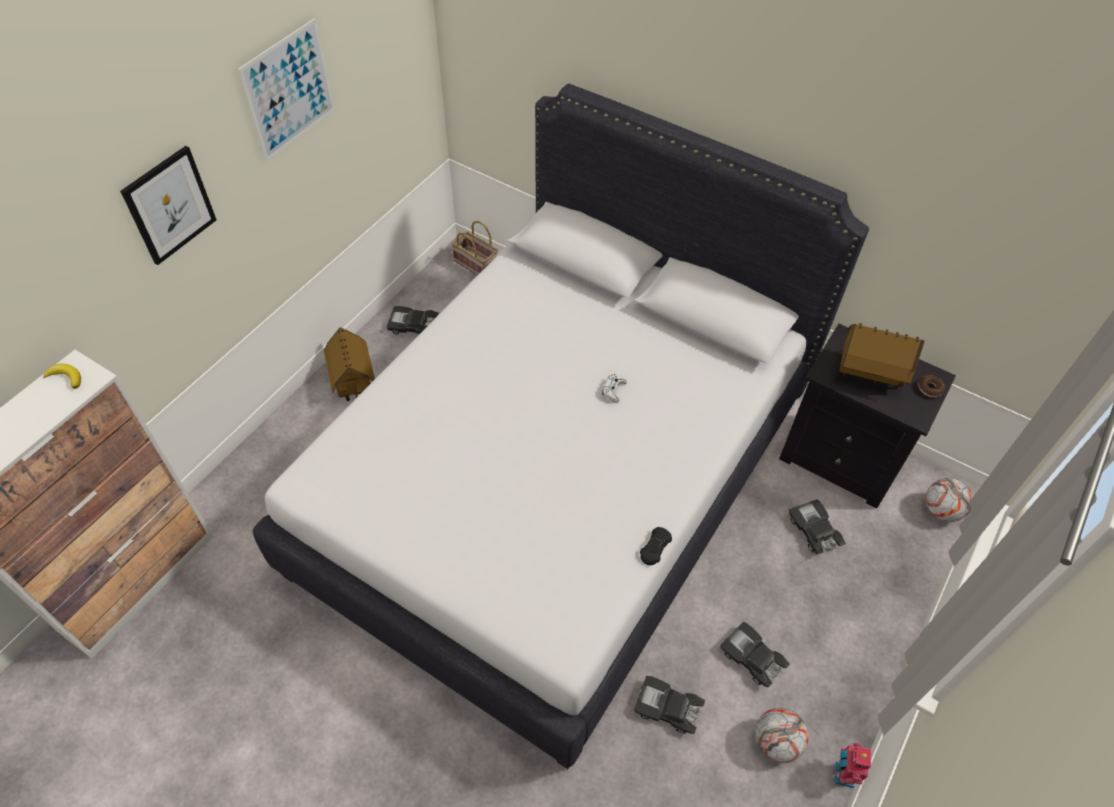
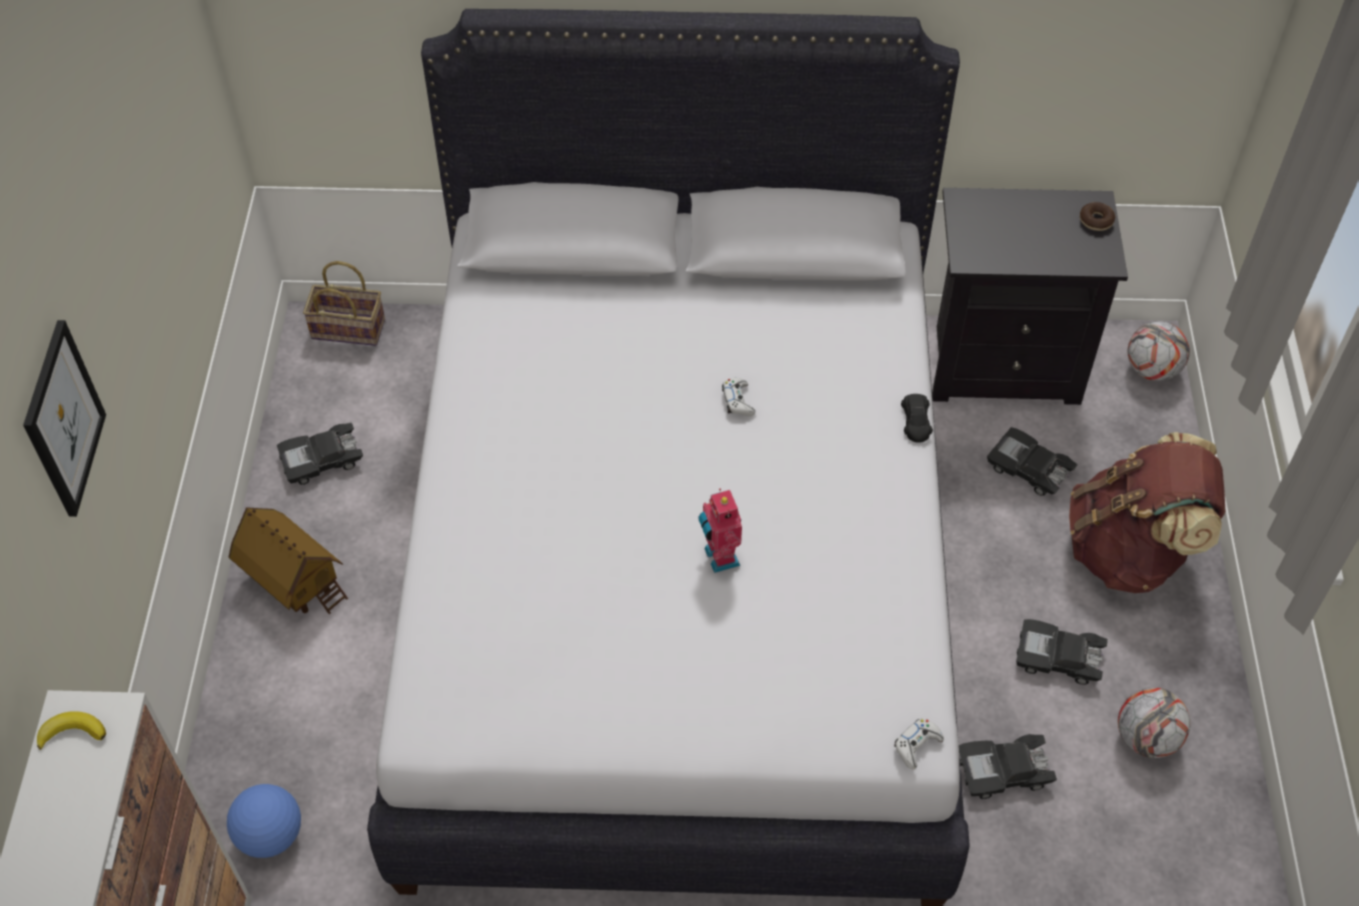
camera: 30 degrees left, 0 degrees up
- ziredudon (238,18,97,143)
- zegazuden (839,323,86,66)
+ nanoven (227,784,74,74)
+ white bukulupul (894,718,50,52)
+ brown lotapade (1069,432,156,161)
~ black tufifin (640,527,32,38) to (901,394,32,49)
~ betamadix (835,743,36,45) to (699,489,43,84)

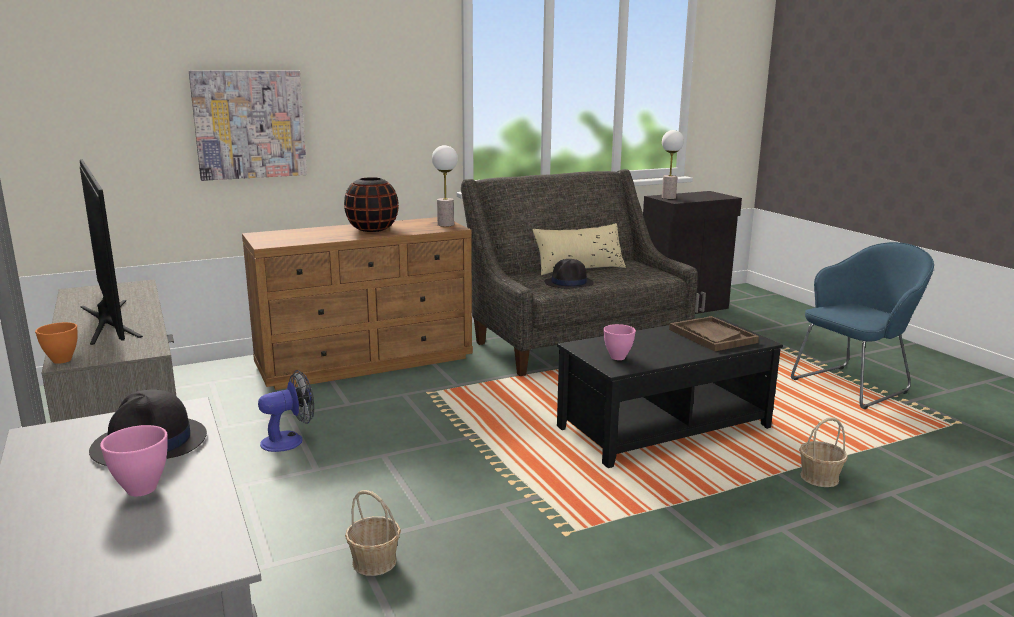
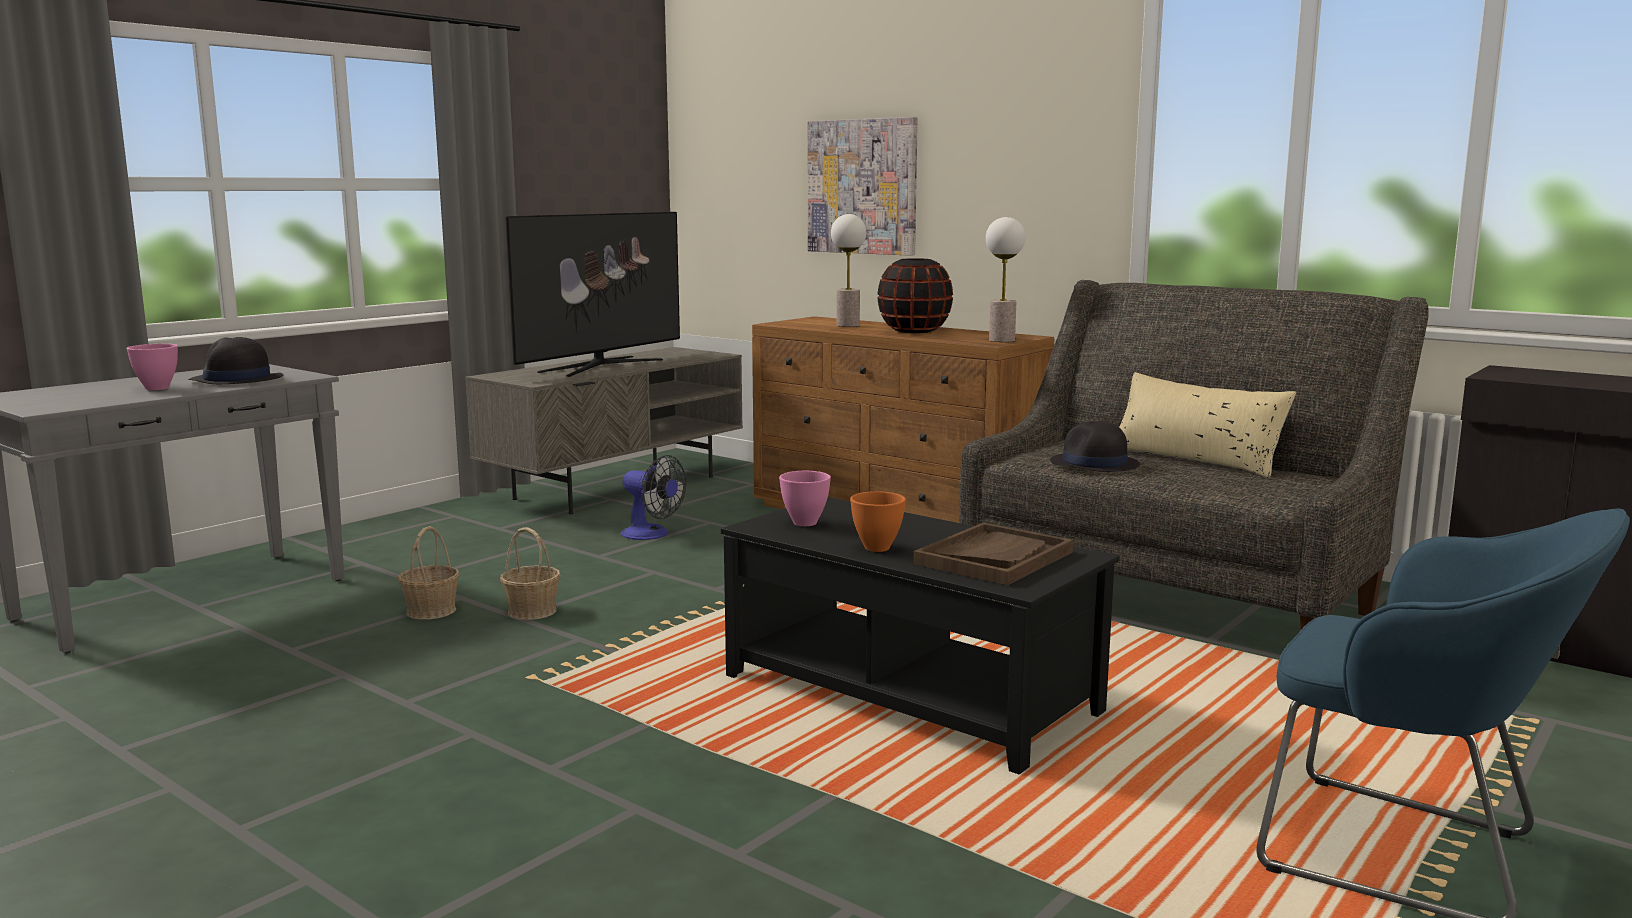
camera: 65 degrees right, 5 degrees down
~ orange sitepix (35,322,43,42) to (850,491,56,61)
~ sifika (662,130,22,69) to (831,214,35,113)
~ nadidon (799,417,49,70) to (500,527,61,93)

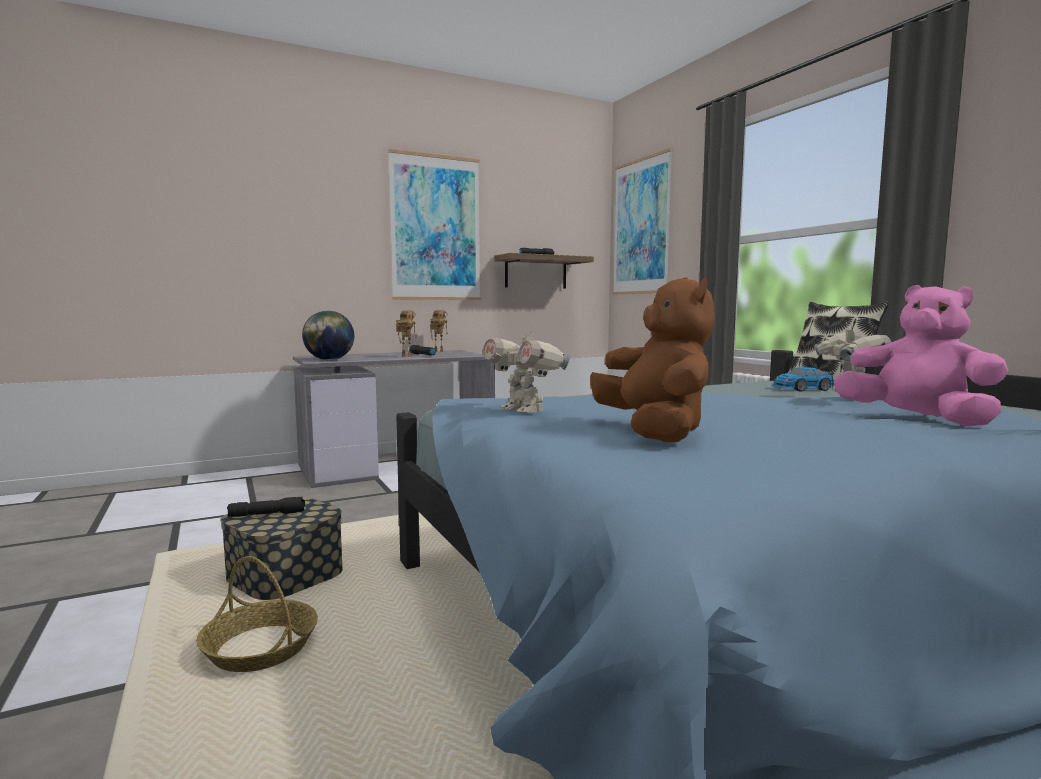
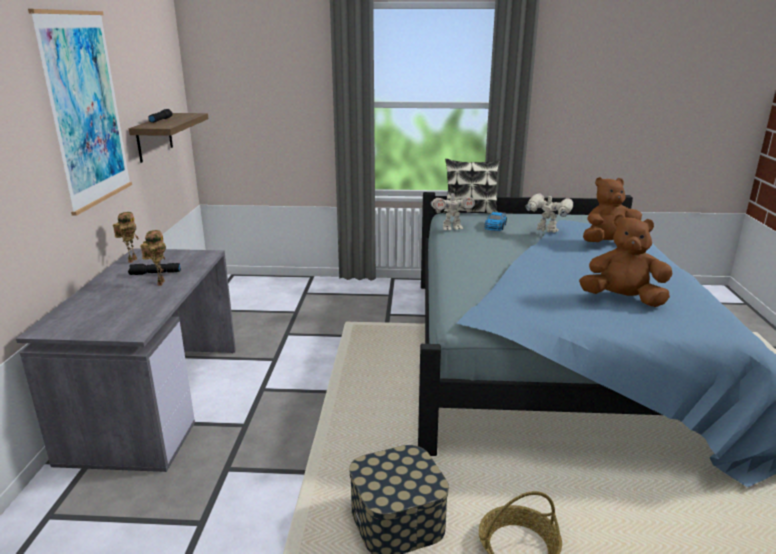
camera: 60 degrees left, 15 degrees up
- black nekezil (227,497,78,20)
- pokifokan (302,311,52,49)
- ziredudon (612,148,61,146)
~ betamadix (483,326,88,87) to (431,189,44,41)
~ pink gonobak (833,285,176,141) to brown gonobak (583,177,59,65)

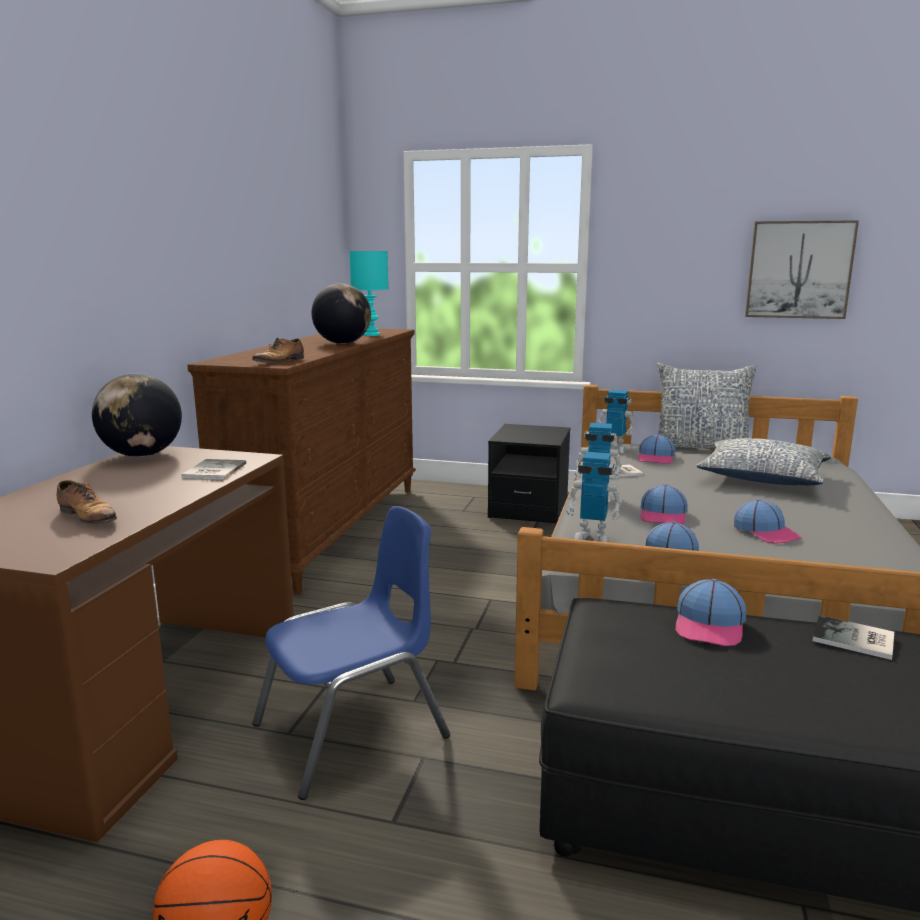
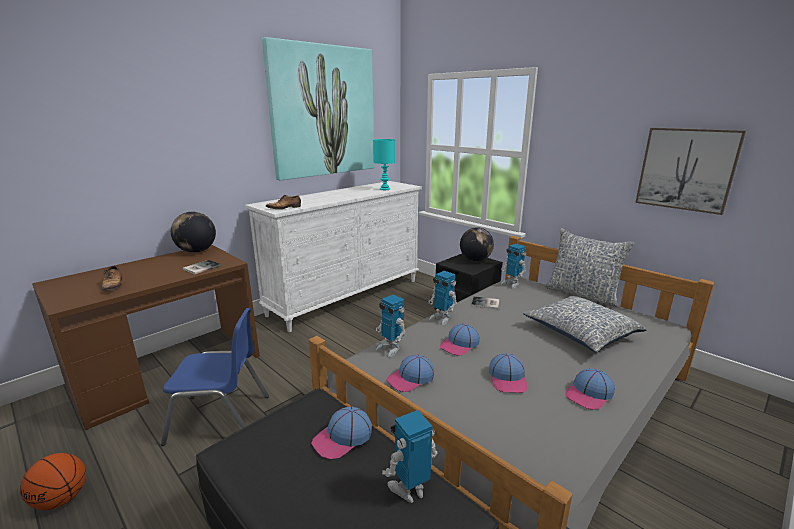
camera: 30 degrees right, 5 degrees up
+ ziredudon (262,37,112,143)
~ pokifokan (311,283,60,61) to (460,227,34,34)
~ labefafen (637,434,38,30) to (565,368,50,42)
~ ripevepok (812,615,82,45) to betamadix (382,410,56,93)
~ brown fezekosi (187,329,229,266) to white fezekosi (245,181,177,151)

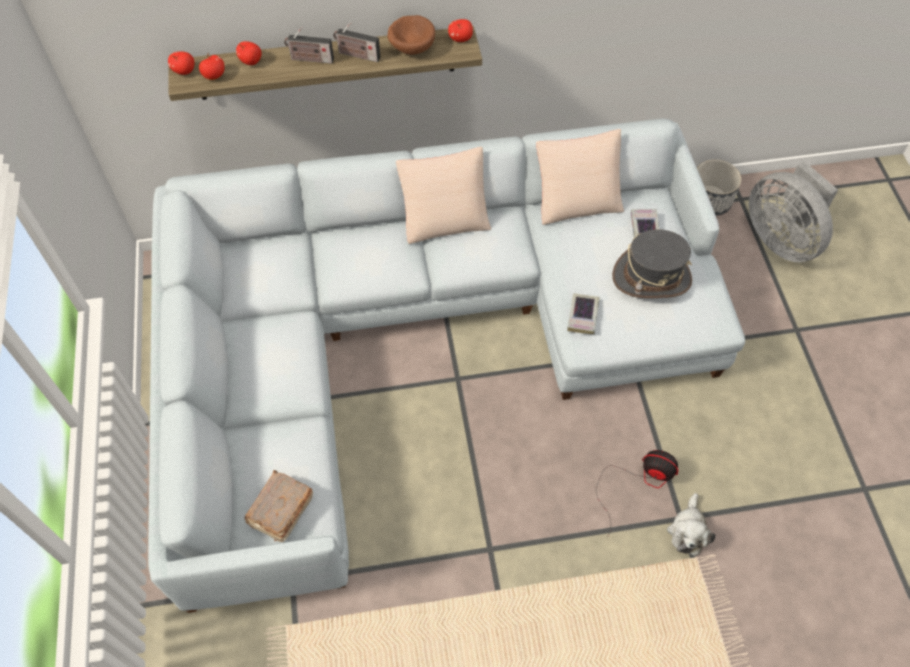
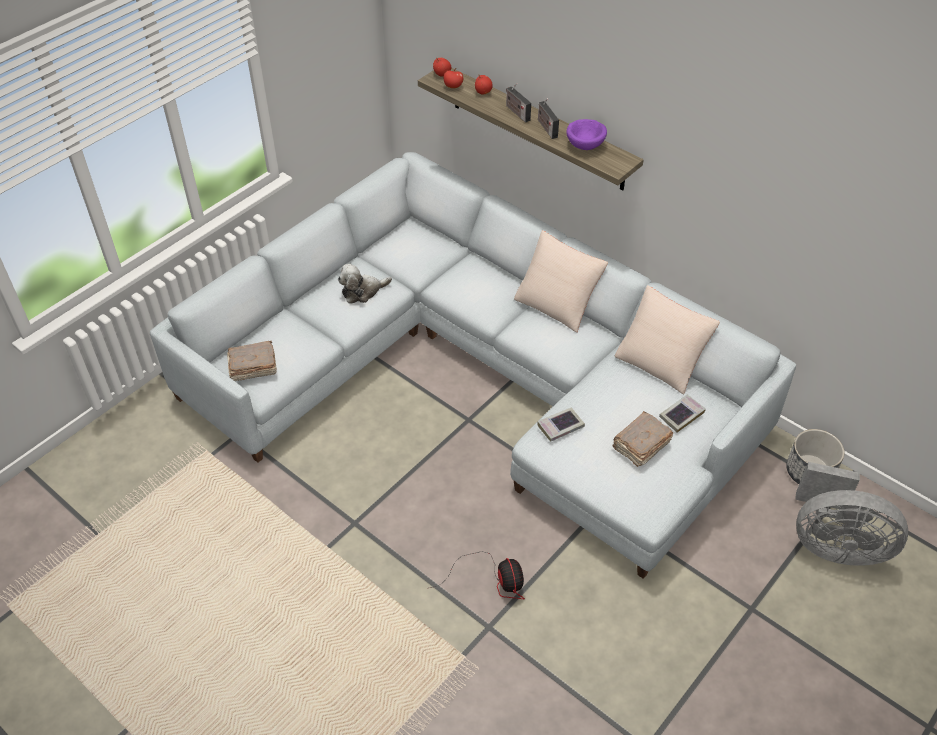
camera: 50 degrees right, 10 degrees down
- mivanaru (448,19,25,23)
~ gonobak (667,493,49,63) to (338,264,54,39)
~ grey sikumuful (612,229,80,69) to brown ripevepok (613,411,60,56)
~ brown sitepix (387,15,48,40) to purple sitepix (566,119,41,31)
~ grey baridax (749,161,89,101) = (795,462,113,104) 90 degrees counterclockwise

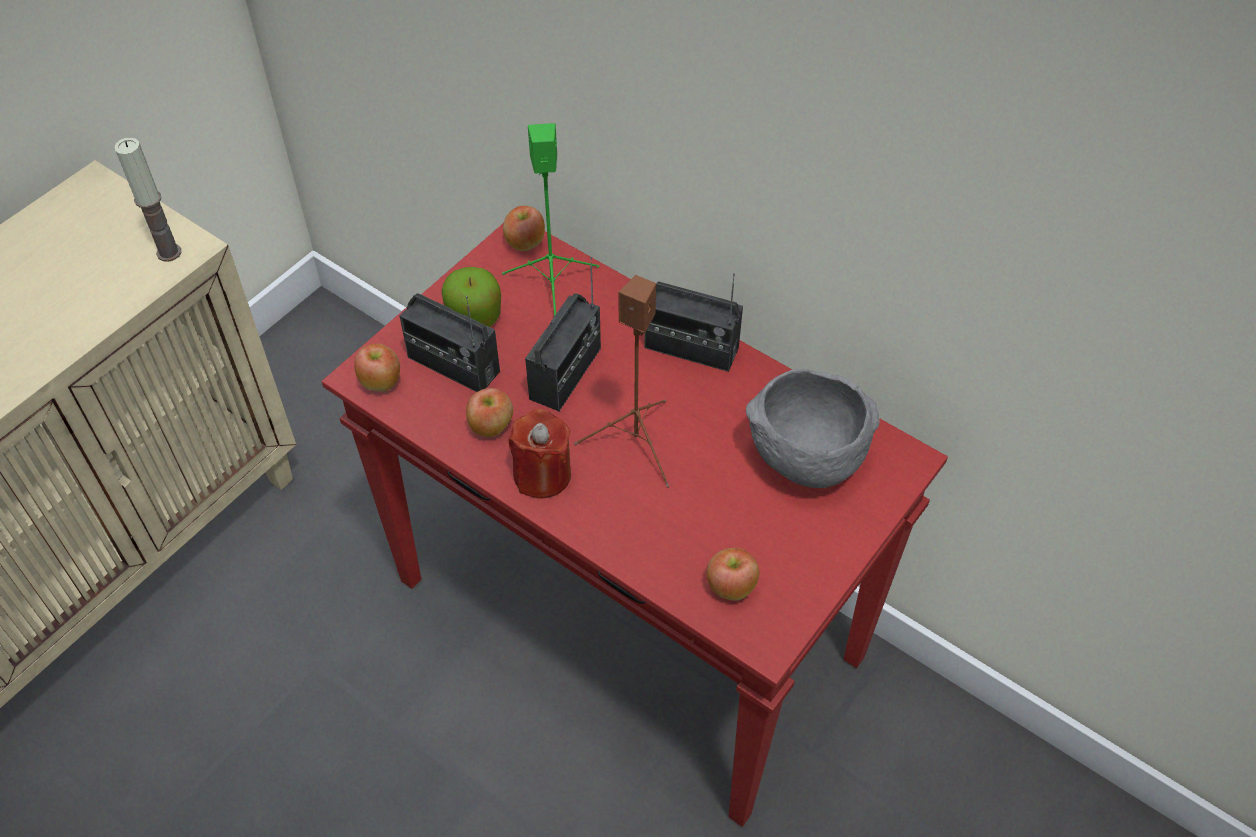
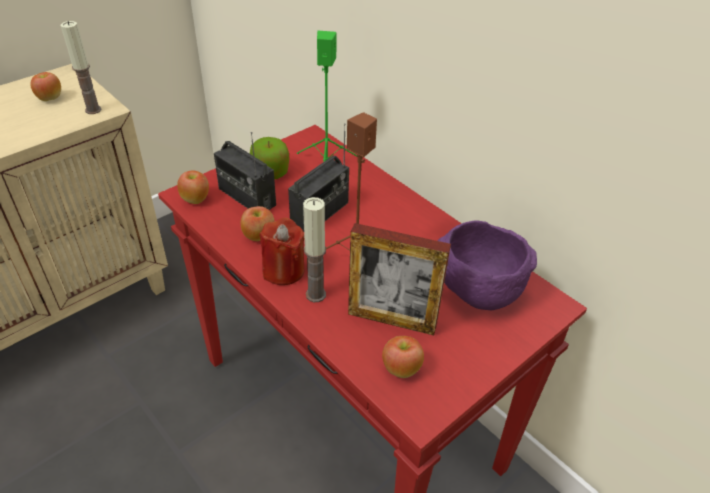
camera: 10 degrees right, 10 degrees down
- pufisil (644,273,99,99)
+ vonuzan (303,197,23,105)
+ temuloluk (348,223,103,112)
~ mivanaru (503,206,42,45) to (30,72,31,29)
~ grey sitepix (746,369,134,119) to purple sitepix (437,220,100,90)

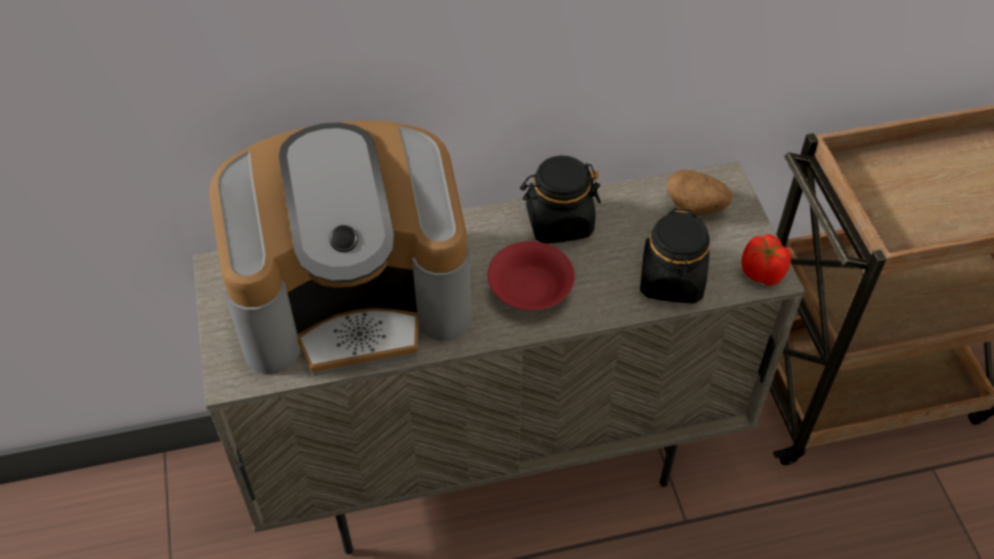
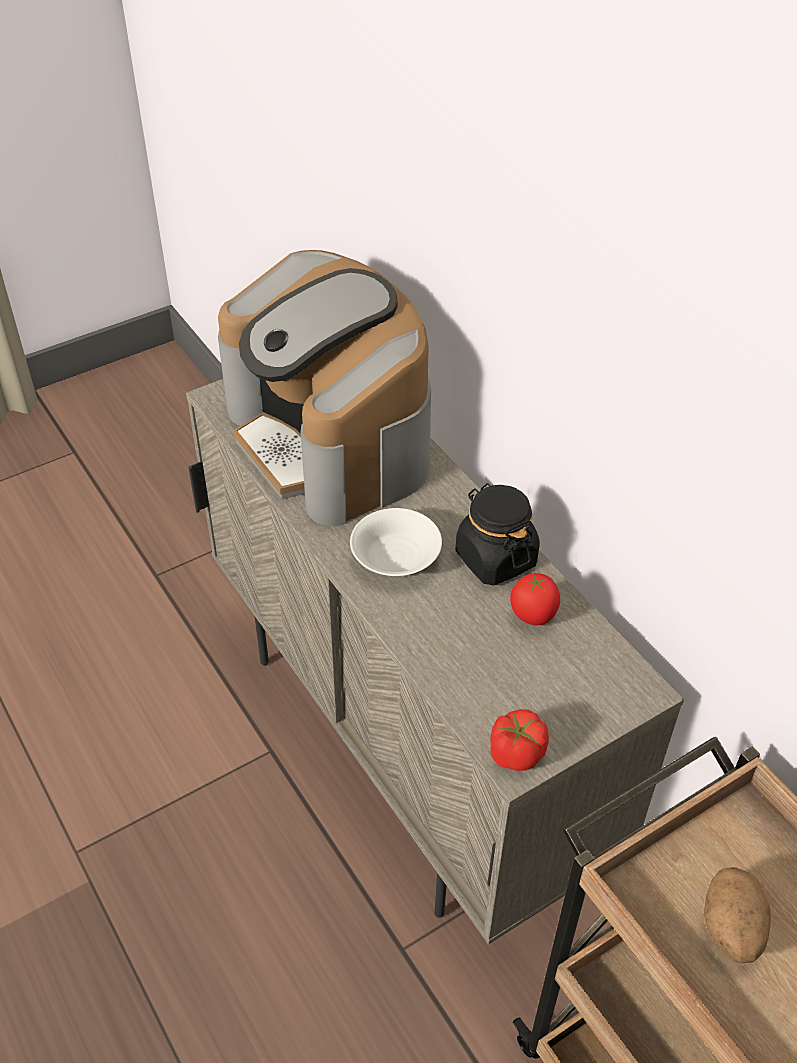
camera: 70 degrees right, 5 degrees down
- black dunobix (640,208,70,96)
+ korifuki (510,573,50,52)
~ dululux (667,170,65,44) to (704,867,67,96)
~ red sitepix (488,241,87,69) to white sitepix (350,508,92,68)

